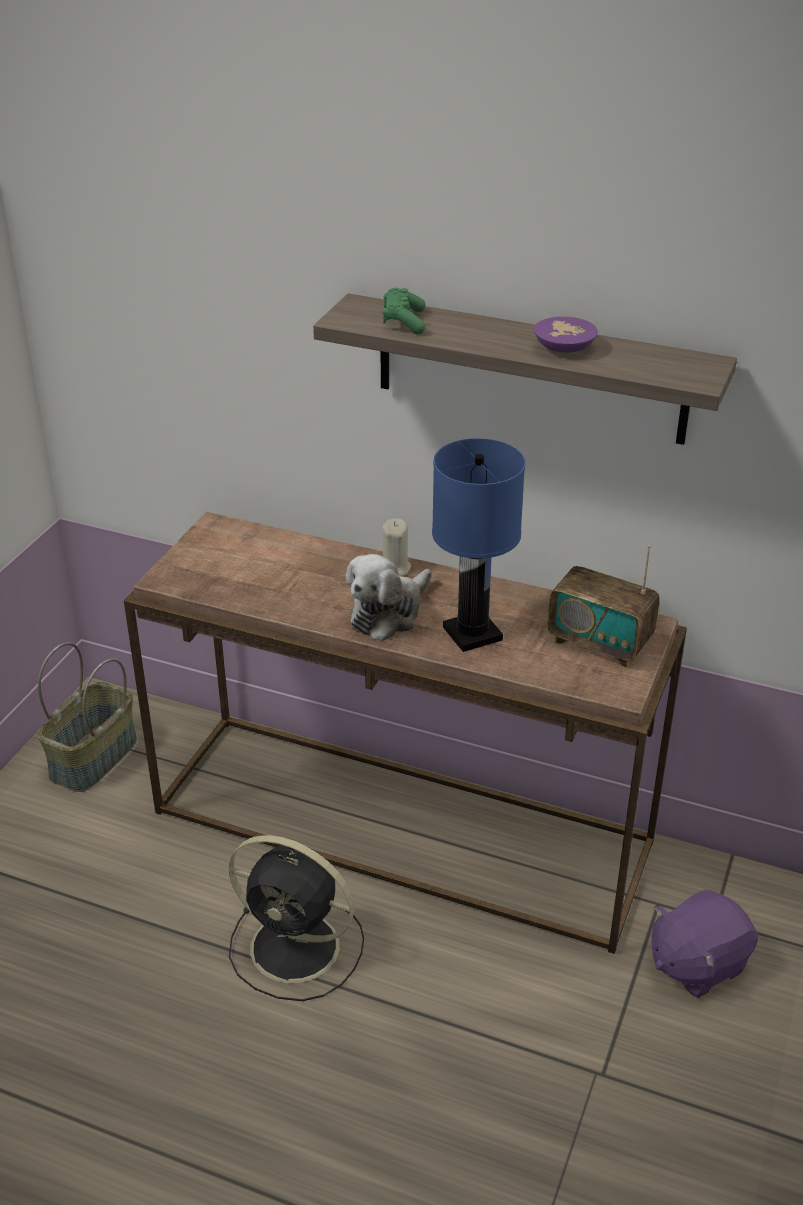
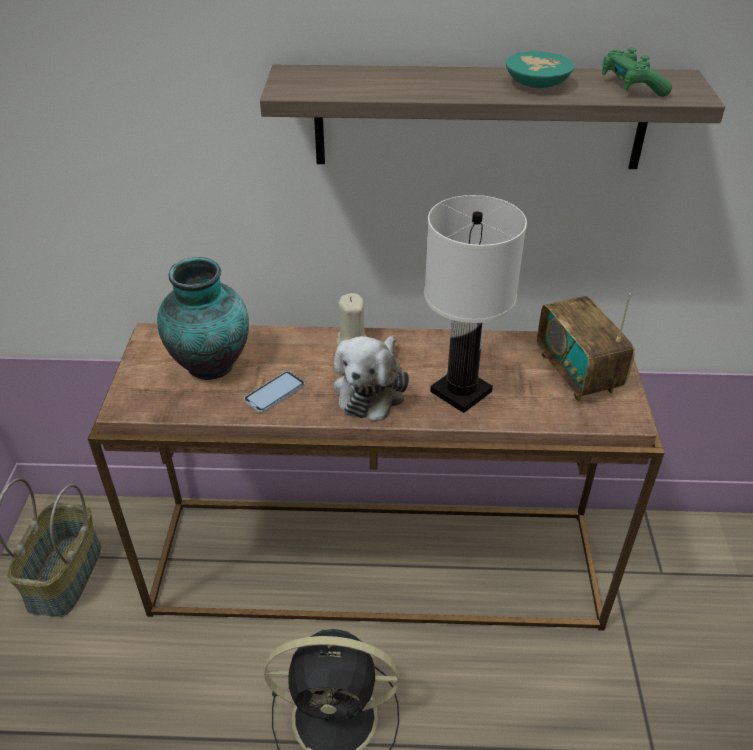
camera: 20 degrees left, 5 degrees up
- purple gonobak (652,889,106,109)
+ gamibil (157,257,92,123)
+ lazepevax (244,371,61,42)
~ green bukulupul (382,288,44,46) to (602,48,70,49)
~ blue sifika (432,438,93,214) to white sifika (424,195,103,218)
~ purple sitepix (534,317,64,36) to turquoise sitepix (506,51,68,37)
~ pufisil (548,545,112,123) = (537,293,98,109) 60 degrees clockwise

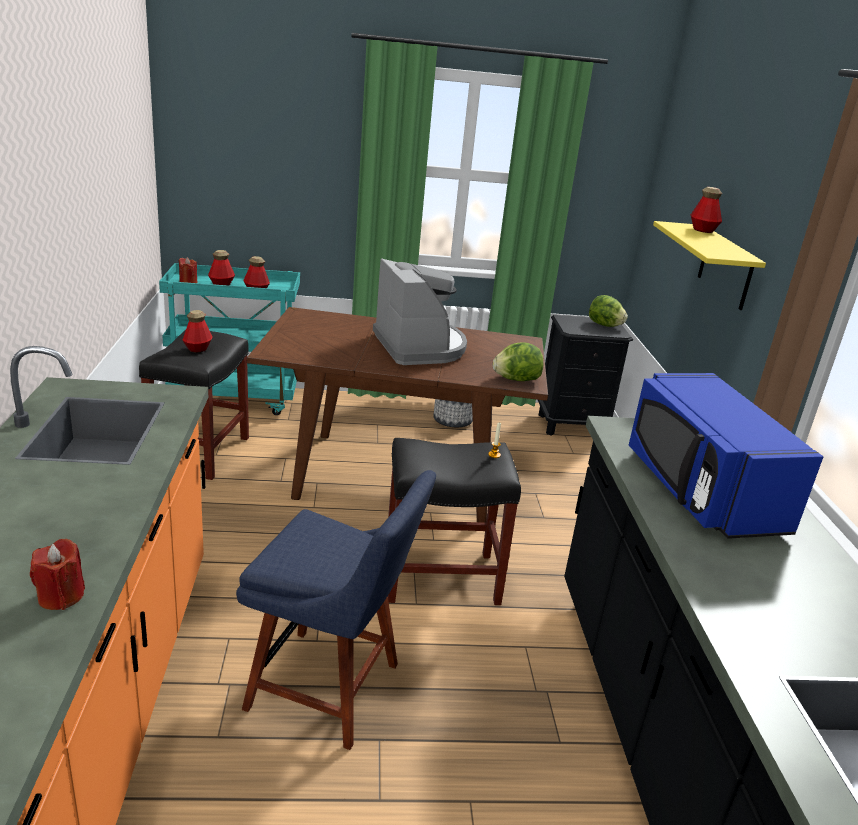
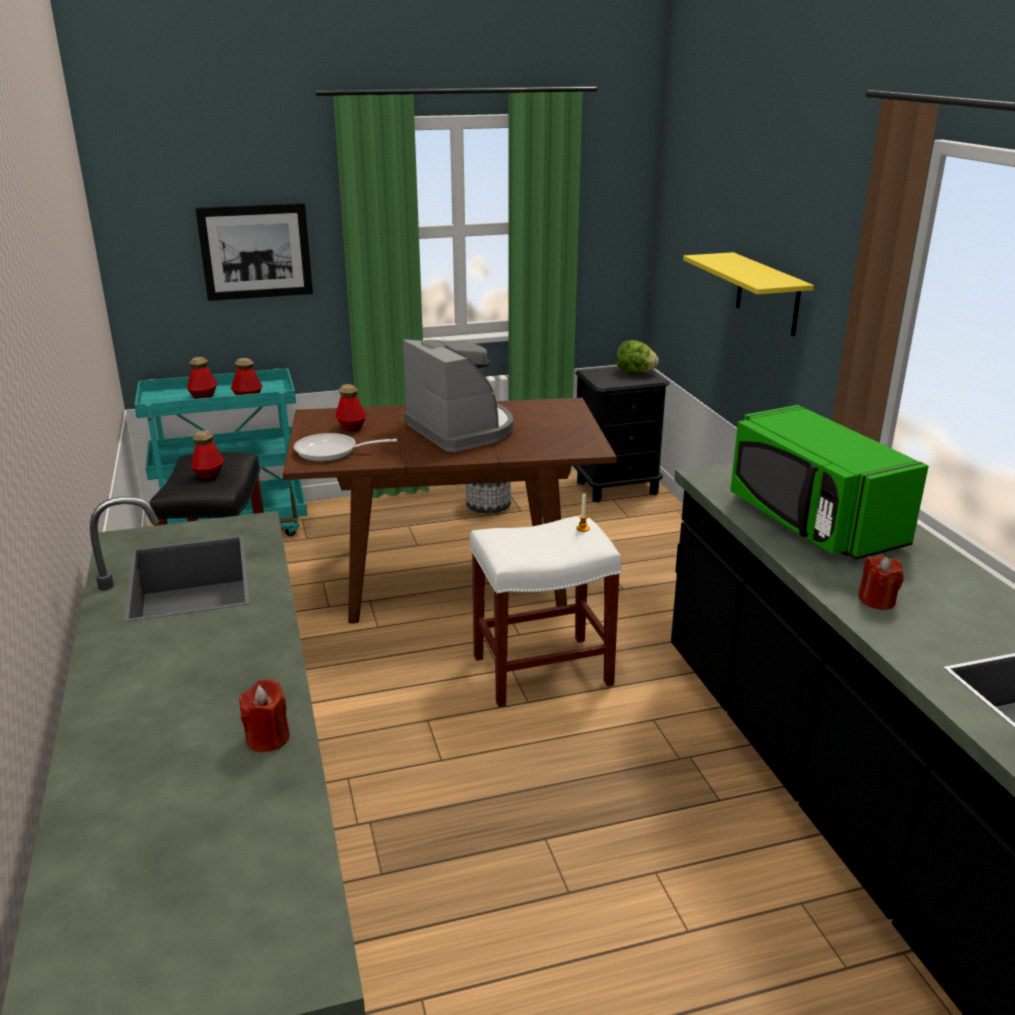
camera: 10 degrees left, 0 degrees up
- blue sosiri (236,470,200,280)
- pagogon (493,342,50,39)
+ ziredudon (195,203,118,98)
+ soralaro (294,433,103,28)
~ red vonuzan (179,257,18,26) to (858,555,46,55)
~ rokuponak (691,187,31,46) to (335,384,31,48)
~ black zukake (388,438,133,167) to white zukake (470,516,152,191)
~ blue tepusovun (629,373,194,166) to green tepusovun (730,405,199,155)

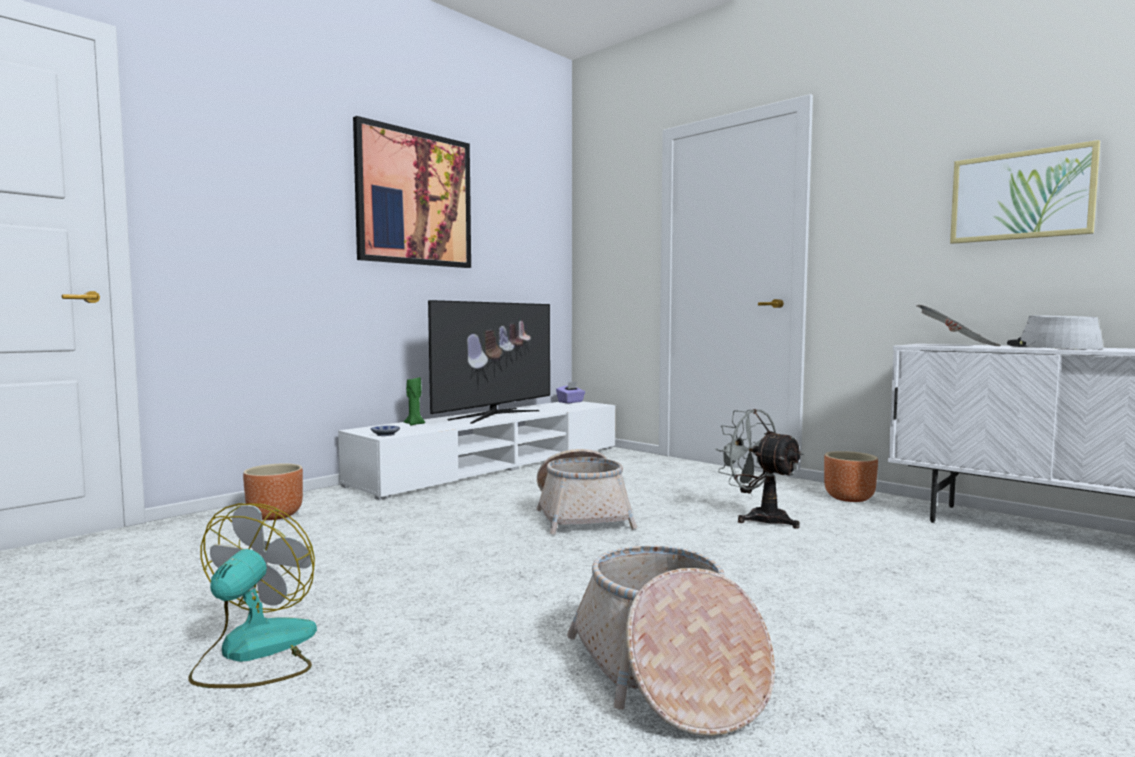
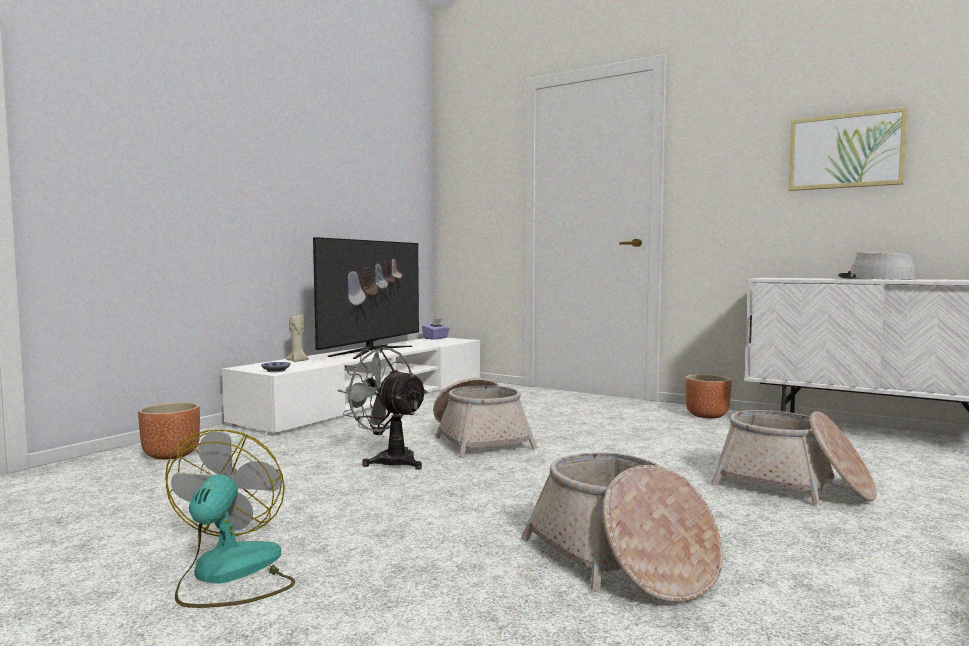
camera: 10 degrees left, 0 degrees up
- ziredudon (353,116,118,152)
- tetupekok (916,305,85,41)
+ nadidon (711,410,166,95)
~ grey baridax (715,409,89,120) to (338,347,90,123)
~ green vonuzan (404,376,21,50) to beige vonuzan (286,314,23,48)

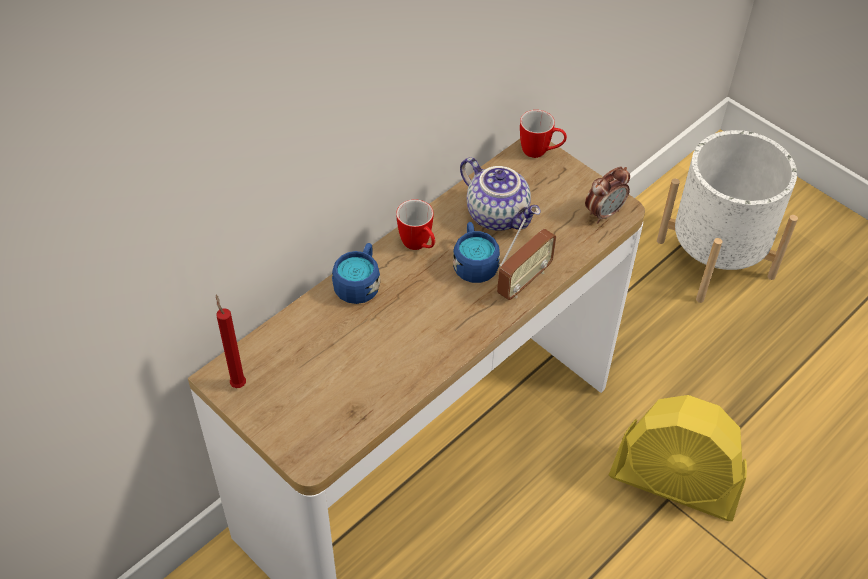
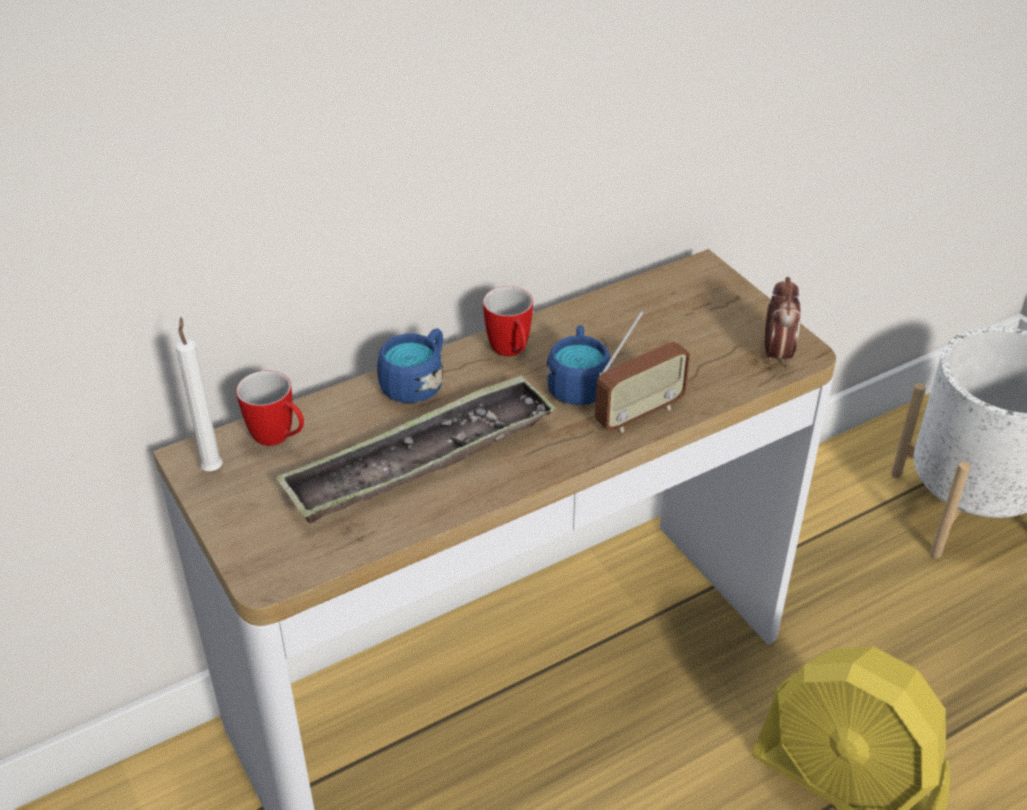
camera: 15 degrees right, 10 degrees down
- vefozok (460,158,81,73)
+ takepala (276,374,280,149)
~ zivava (520,110,47,48) to (236,371,68,75)
~ red vonuzan (216,295,30,93) to white vonuzan (176,317,47,154)
~ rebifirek (585,166,45,57) = (765,277,36,90) 60 degrees counterclockwise

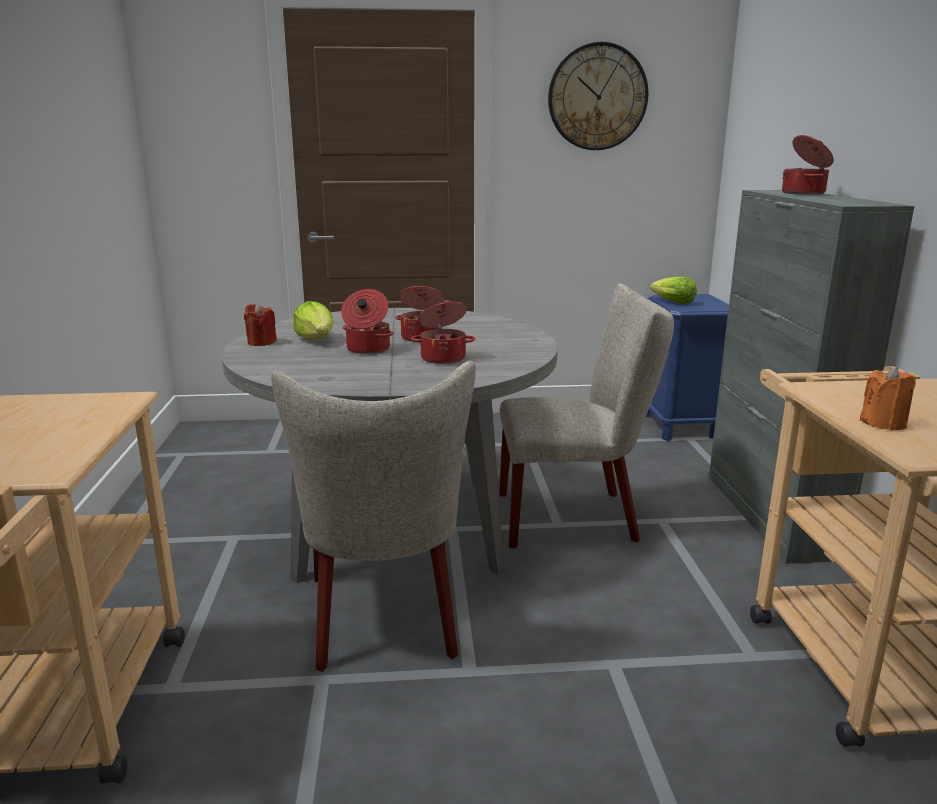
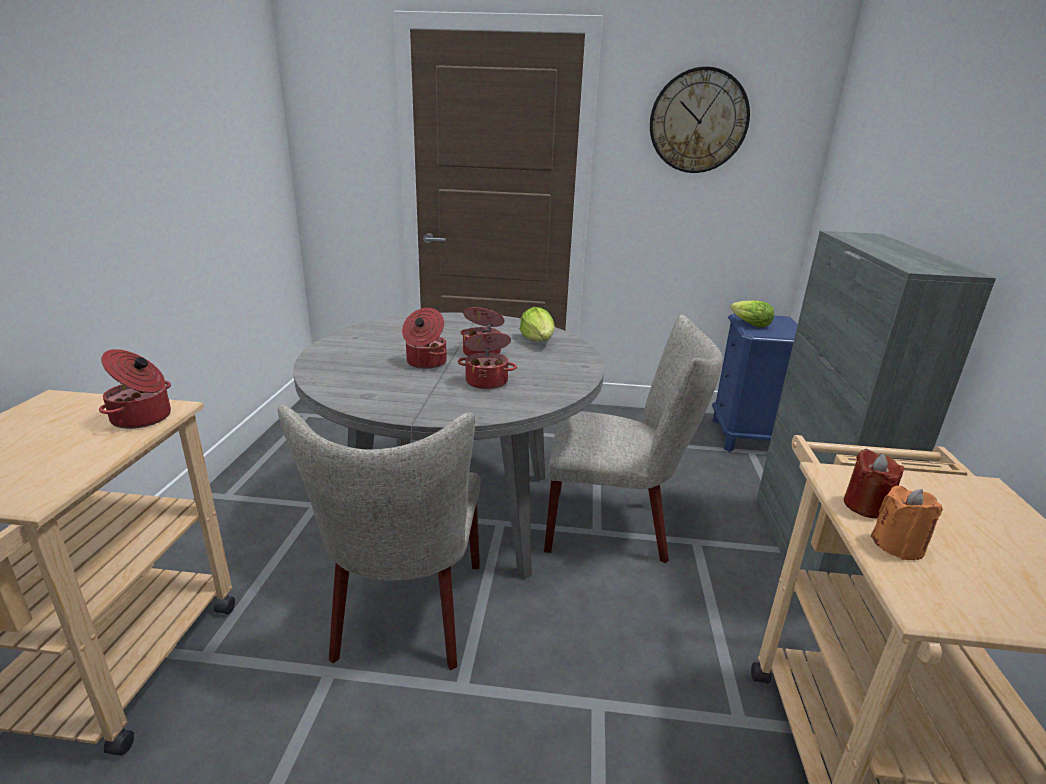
camera: 10 degrees right, 5 degrees up
~ red vonuzan (244,303,33,43) to (844,449,60,70)
~ pagogon (293,301,41,38) to (520,307,35,34)
~ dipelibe (782,135,52,60) to (99,349,72,80)

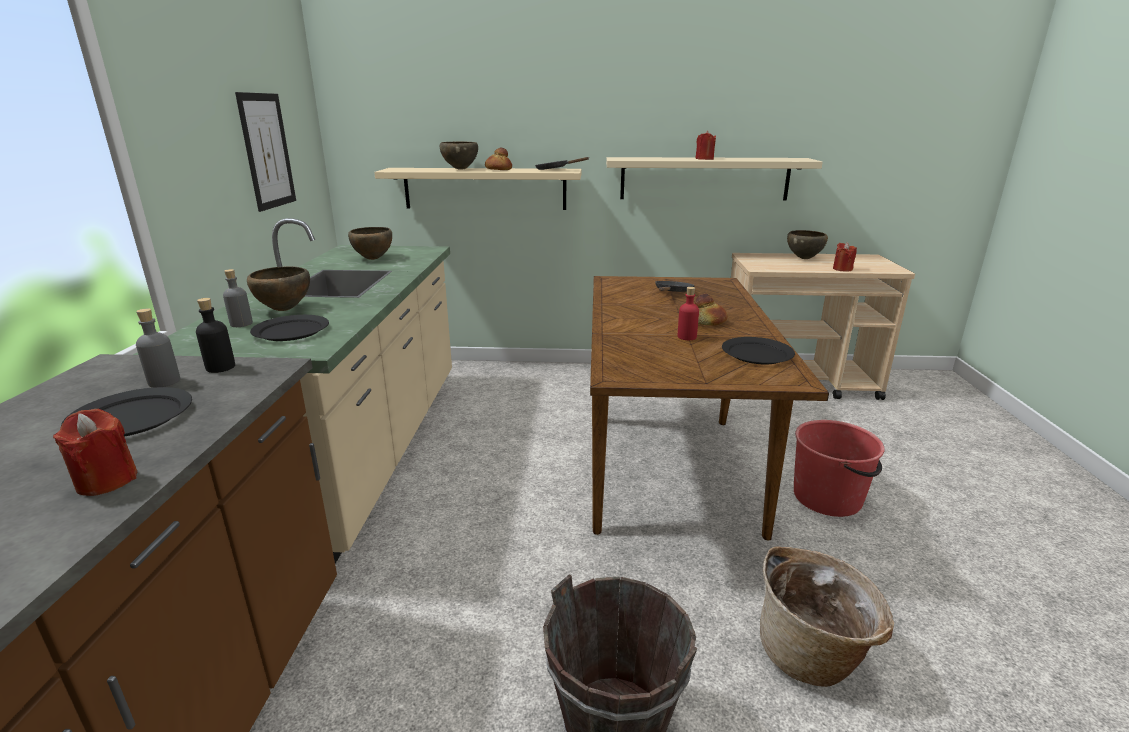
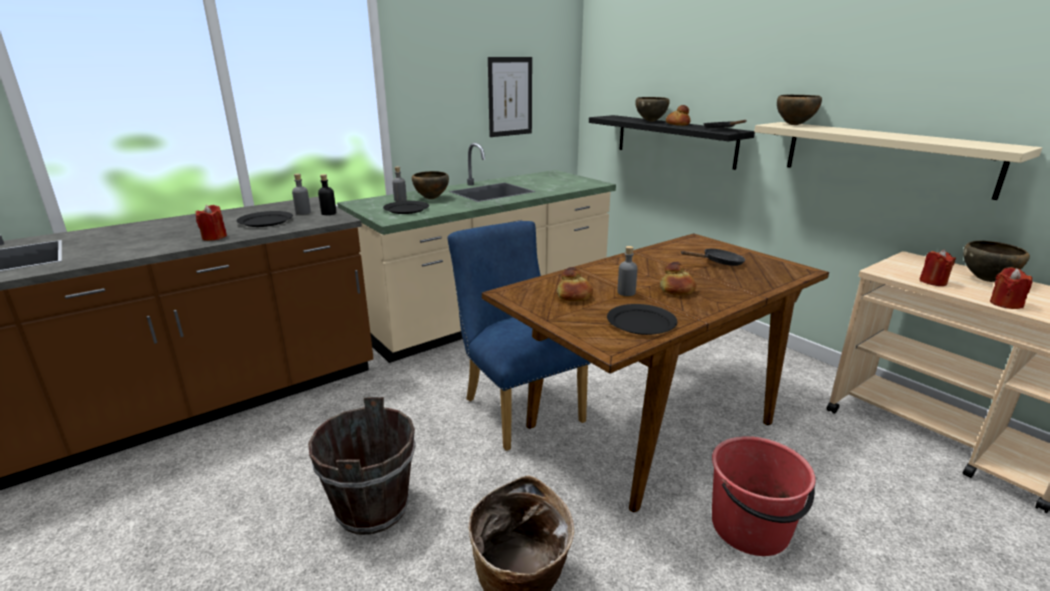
camera: 50 degrees right, 0 degrees up
+ blue sosiri (448,221,143,230)
+ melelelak (557,267,36,34)
~ brown sitepix (348,227,44,33) to (777,95,45,30)
~ red vonuzan (695,131,21,29) to (919,250,37,36)
~ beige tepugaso (374,168,207,42) to black tepugaso (589,115,166,55)
~ red rokuponak (678,287,21,53) to grey rokuponak (618,246,19,50)

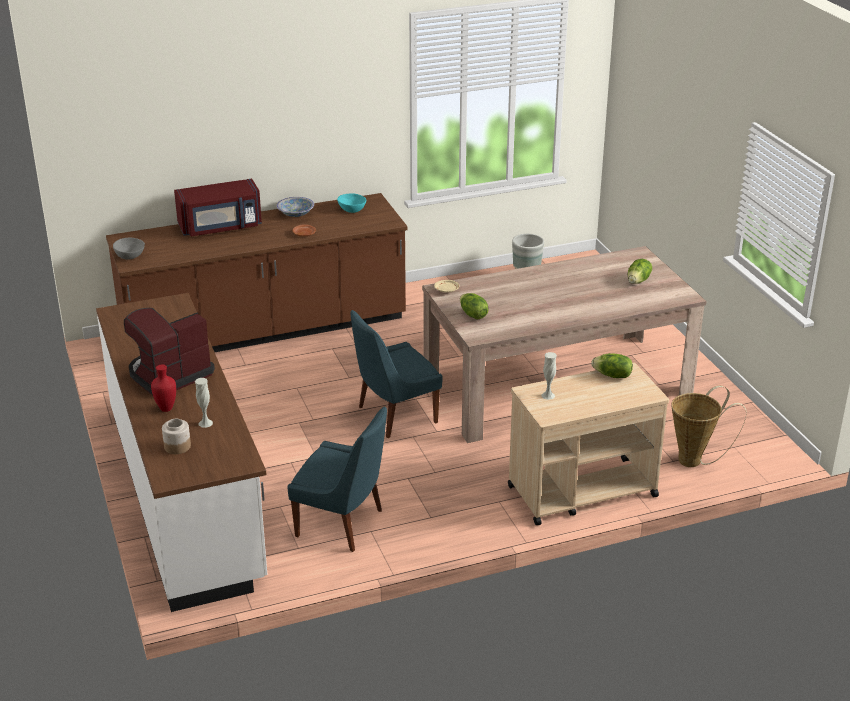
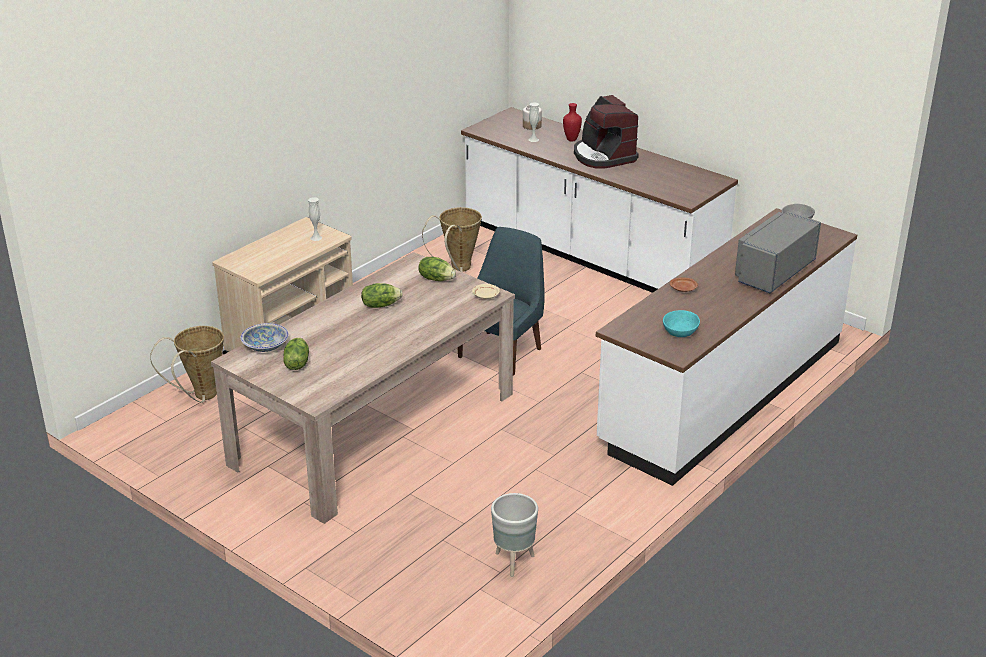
camera: 150 degrees right, 0 degrees up
~ sitepix (277,197,37,20) to (241,323,48,29)
~ pagogon (591,353,42,25) to (361,283,42,25)
~ blue sosiri (288,406,99,146) to nadidon (422,207,60,65)
~ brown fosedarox (106,193,301,159) to white fosedarox (596,208,261,278)
~ red tepusovun (174,179,88,57) to grey tepusovun (735,212,86,81)
~ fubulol (124,308,91,88) = (574,95,65,73) 135 degrees clockwise

